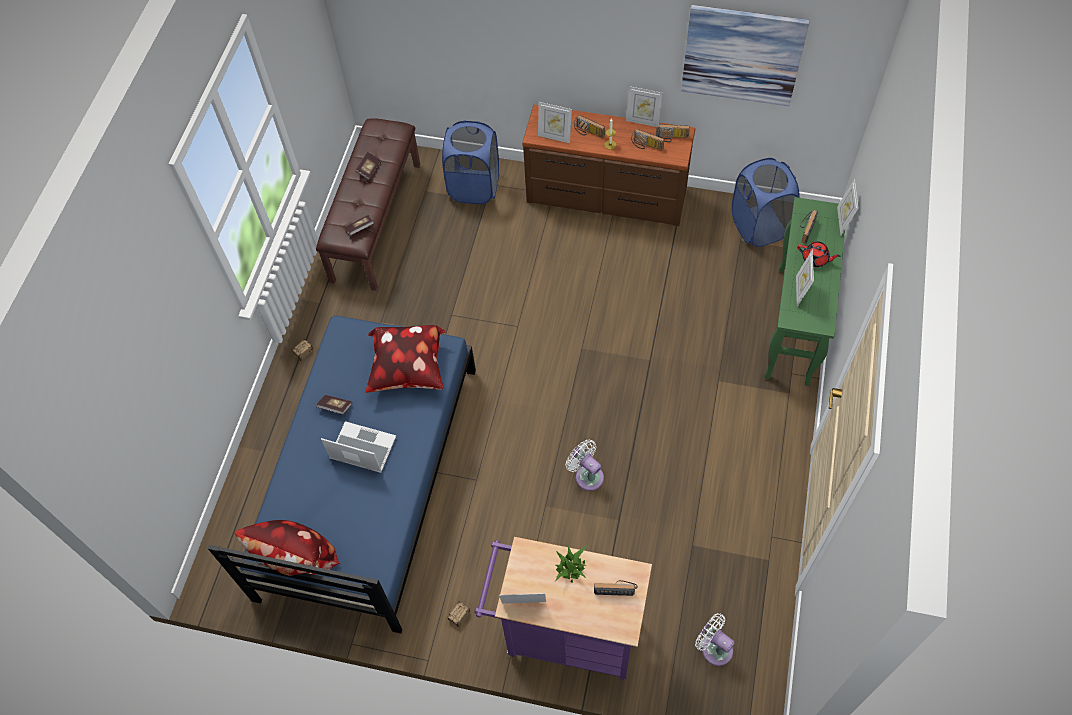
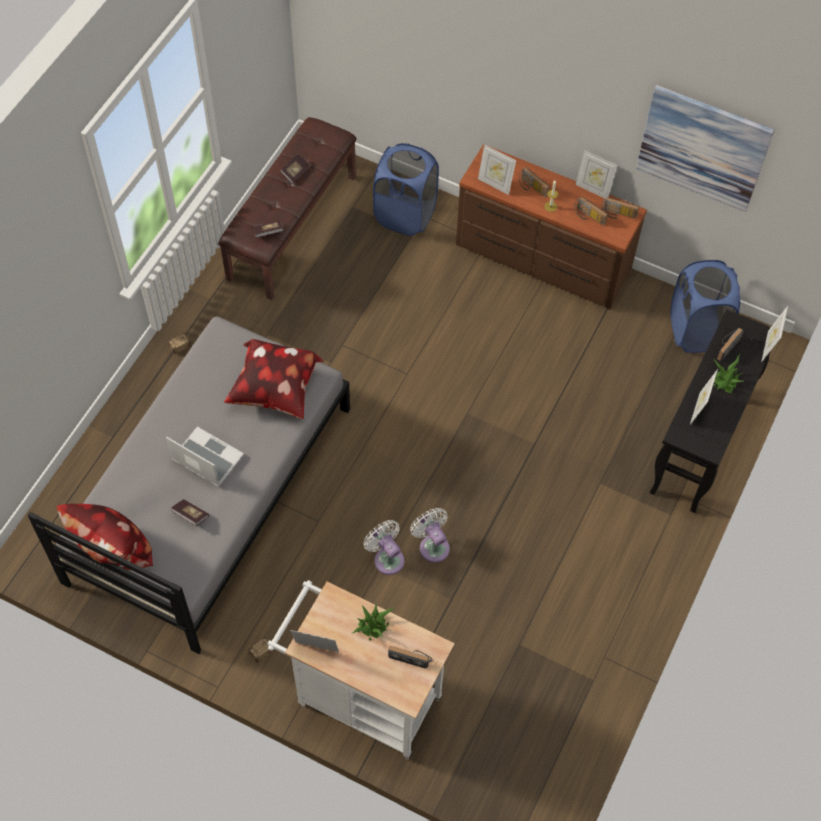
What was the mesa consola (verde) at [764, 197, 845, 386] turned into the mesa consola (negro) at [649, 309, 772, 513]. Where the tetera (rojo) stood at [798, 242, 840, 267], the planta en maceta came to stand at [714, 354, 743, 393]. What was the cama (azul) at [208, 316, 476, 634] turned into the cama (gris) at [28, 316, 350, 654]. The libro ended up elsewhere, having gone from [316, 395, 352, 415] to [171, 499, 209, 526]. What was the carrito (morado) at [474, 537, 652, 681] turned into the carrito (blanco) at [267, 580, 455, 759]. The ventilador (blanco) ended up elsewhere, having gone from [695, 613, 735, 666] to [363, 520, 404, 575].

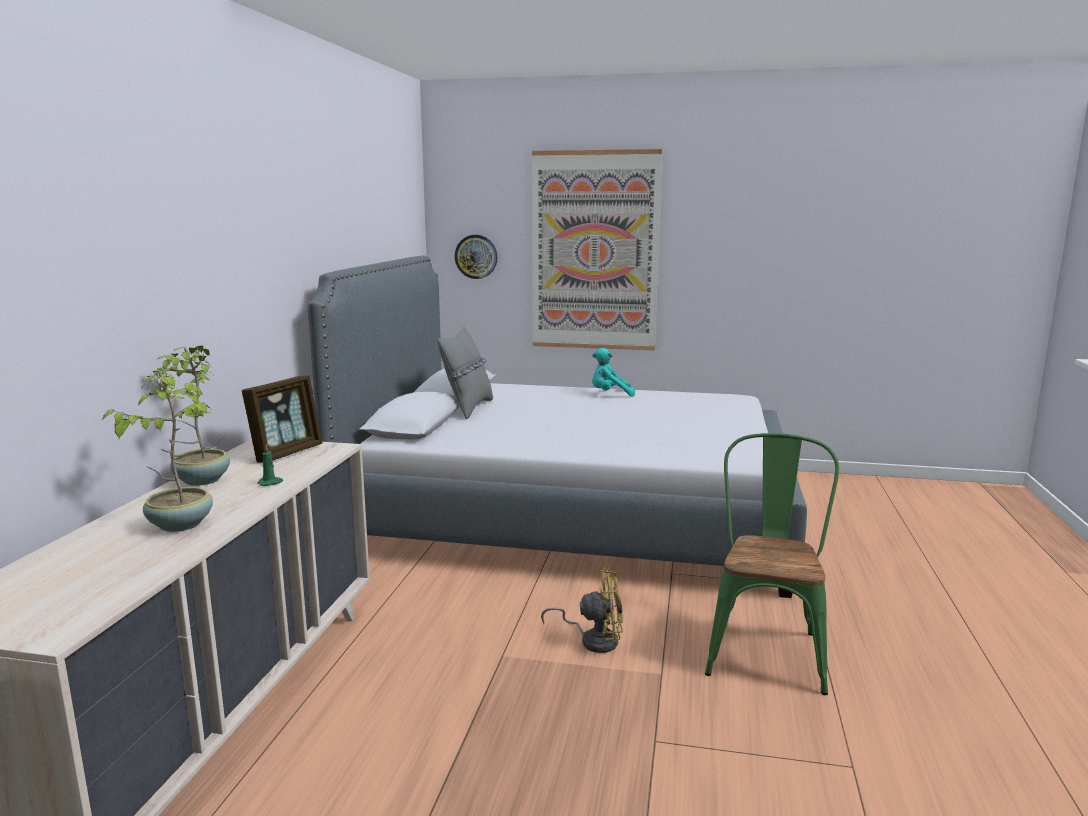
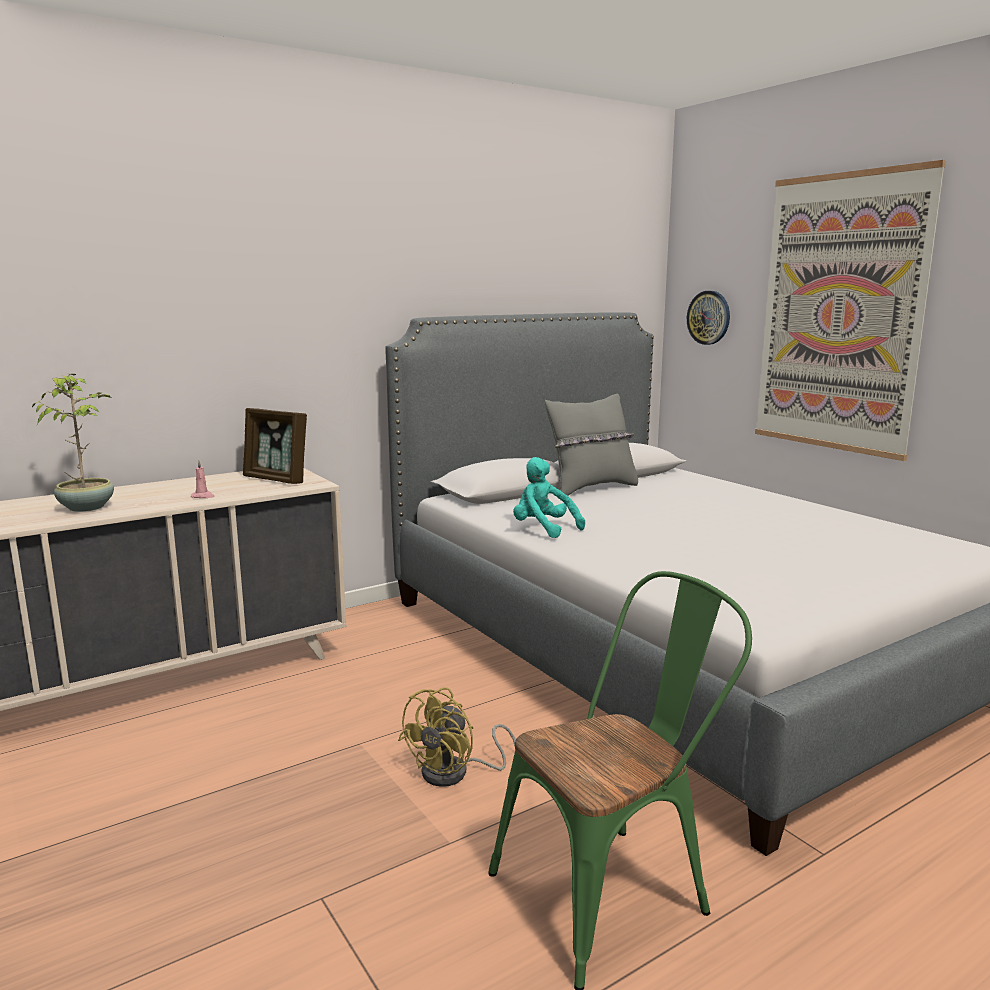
The second view lost the planta en maceta at [154, 345, 230, 486]. The peluche (turquesa) ended up elsewhere, having gone from [592, 348, 635, 397] to [513, 457, 585, 538]. The portarretratos at [242, 375, 323, 463] ended up facing another way, 45 degrees clockwise from before. What was the vela (verde) at [257, 444, 283, 486] turned into the vela (rosa) at [191, 461, 215, 498]. The ventilador (amarillo) at [541, 570, 623, 653] ended up facing another way, 75 degrees clockwise from before.

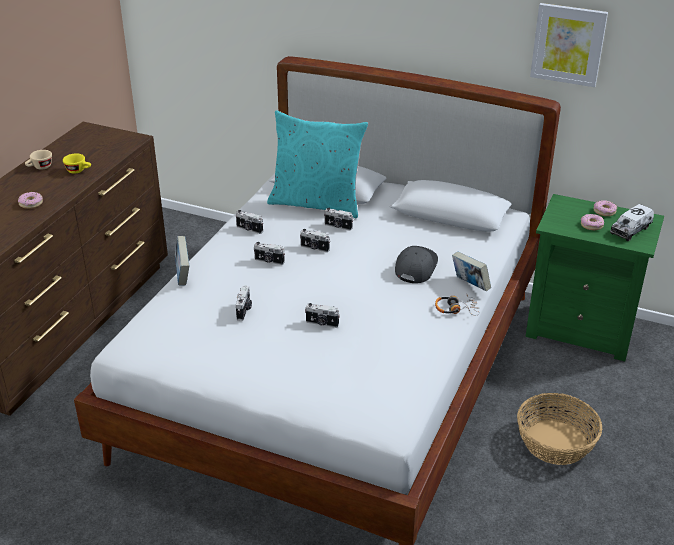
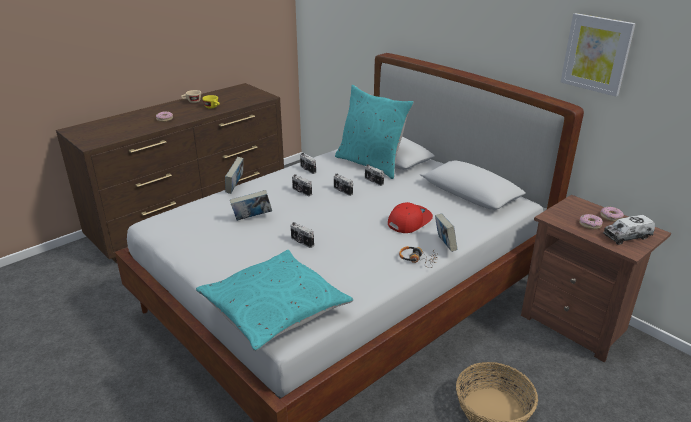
What was the mesita de noche (verde) at [525, 194, 664, 361] turned into the mesita de noche (marrón) at [521, 195, 671, 362]. What was the gorra (gris) at [395, 246, 438, 283] turned into the gorra (rojo) at [388, 202, 433, 233]. Where the cámara stood at [236, 285, 252, 321], the libro came to stand at [230, 190, 272, 220]. The second view gained the cojín (turquesa) at [196, 250, 353, 351].

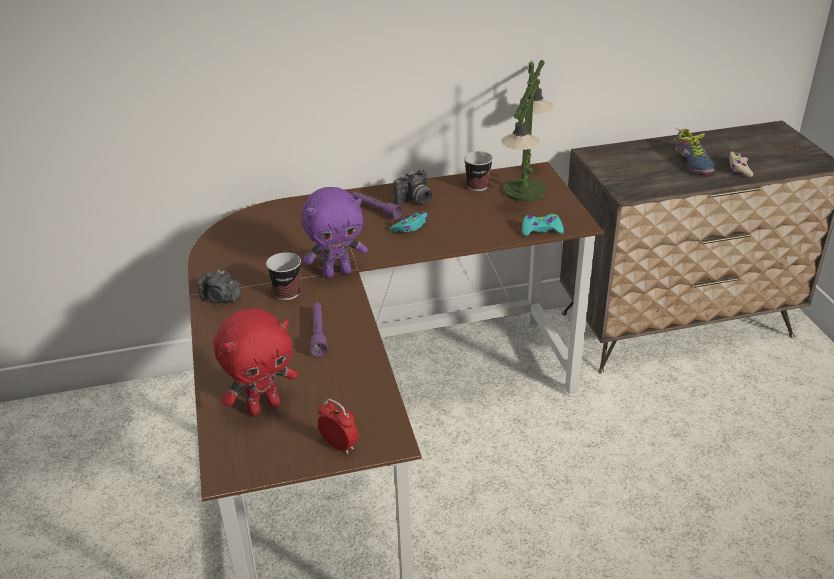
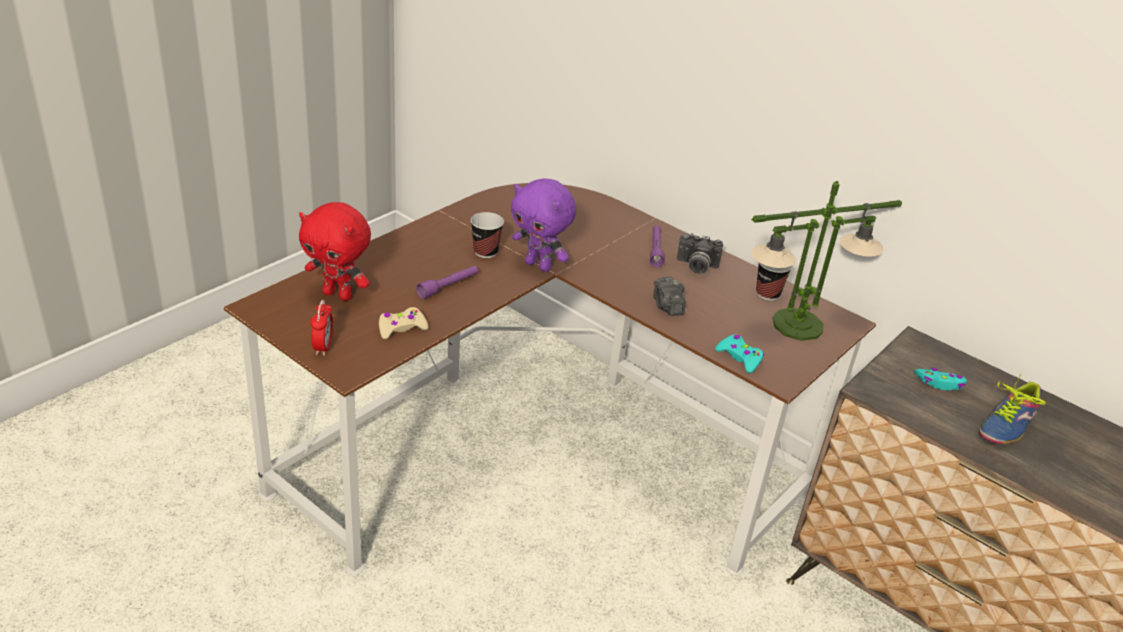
The mando de consola (beis) ended up elsewhere, having gone from [729, 152, 753, 177] to [379, 307, 428, 339]. The mando de consola (turquesa) ended up elsewhere, having gone from [390, 212, 429, 232] to [914, 367, 967, 390]. The cámara ended up elsewhere, having gone from [197, 270, 242, 303] to [654, 277, 686, 316].

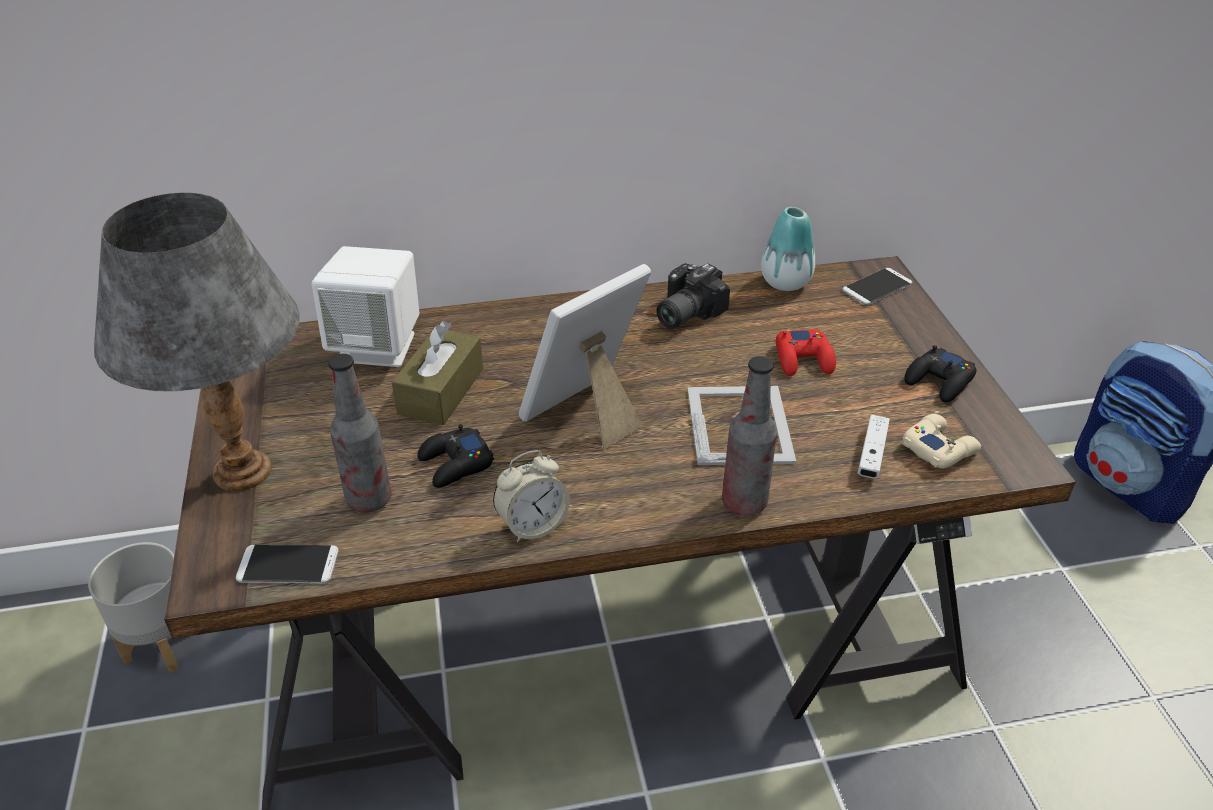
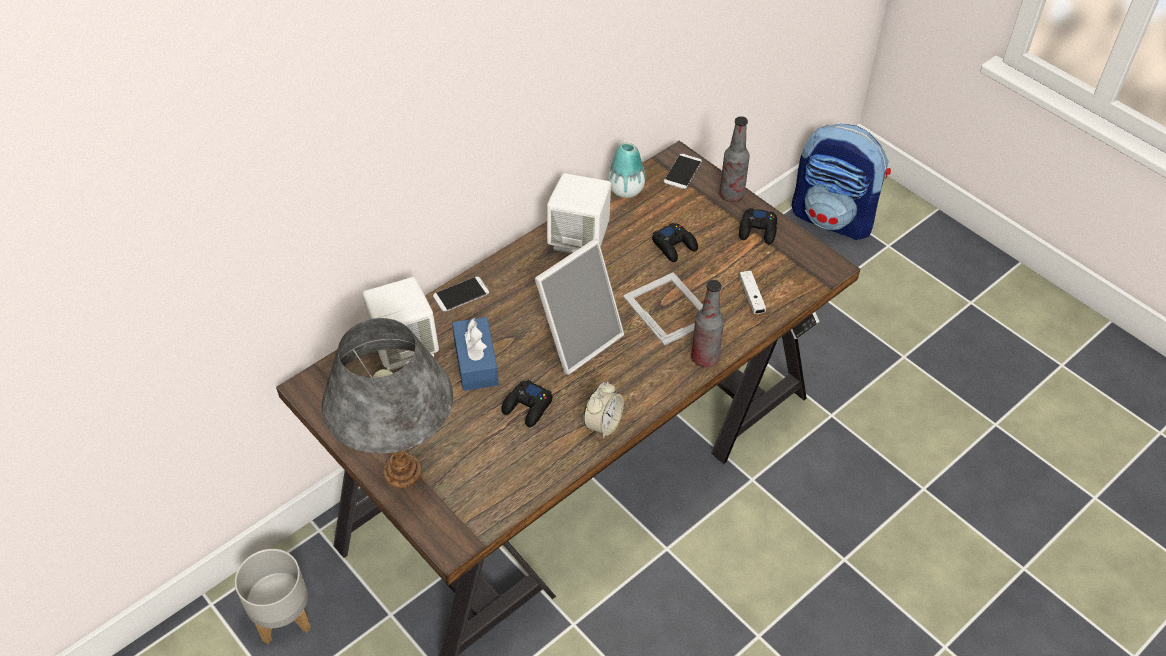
Where the cámara stood at [656, 263, 730, 329], the altavoz (blanco) came to stand at [547, 173, 611, 254]. The portarretratos at [519, 264, 651, 450] ended up facing another way, 150 degrees counterclockwise from before. What was the caja de pañuelos (marrón) at [392, 321, 483, 425] turned into the caja de pañuelos (azul) at [452, 317, 499, 391]. What was the mando de consola (rojo) at [776, 329, 836, 376] turned into the mando de consola (negro) at [652, 223, 698, 262]. The botella ended up elsewhere, having gone from [328, 353, 391, 513] to [719, 116, 750, 202]. The second view lost the mando de consola (beis) at [903, 414, 981, 469]. The móvil ended up elsewhere, having gone from [236, 545, 339, 583] to [433, 277, 489, 312].

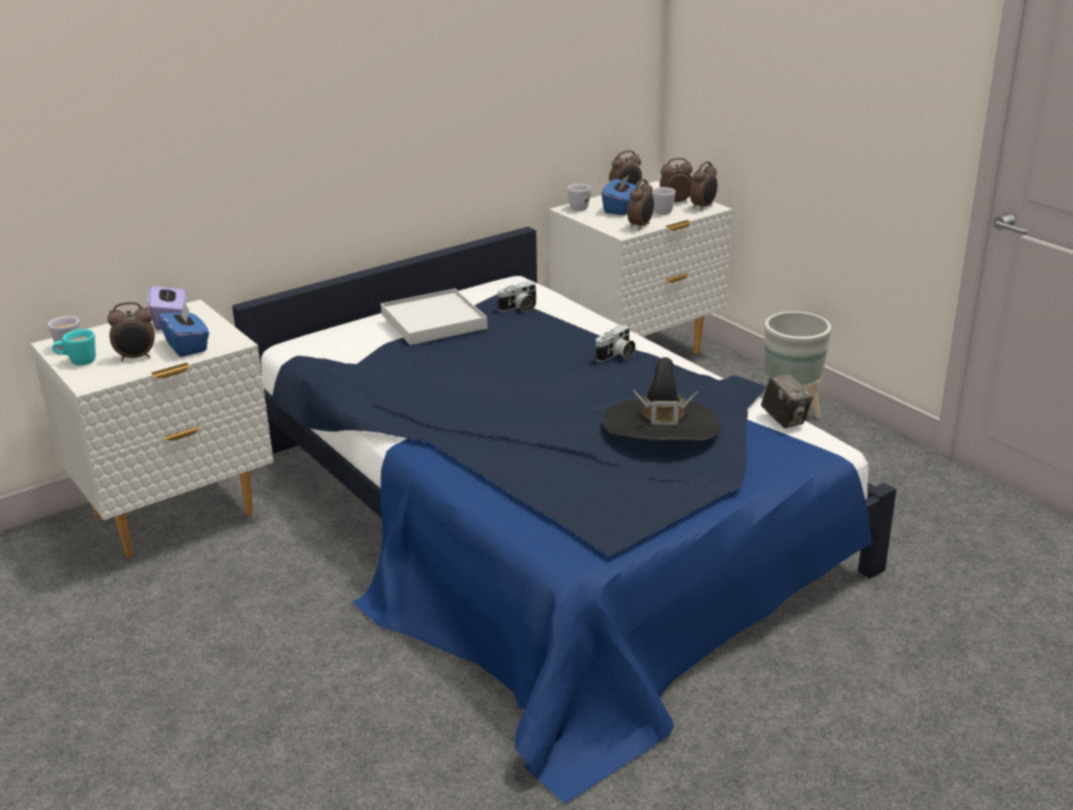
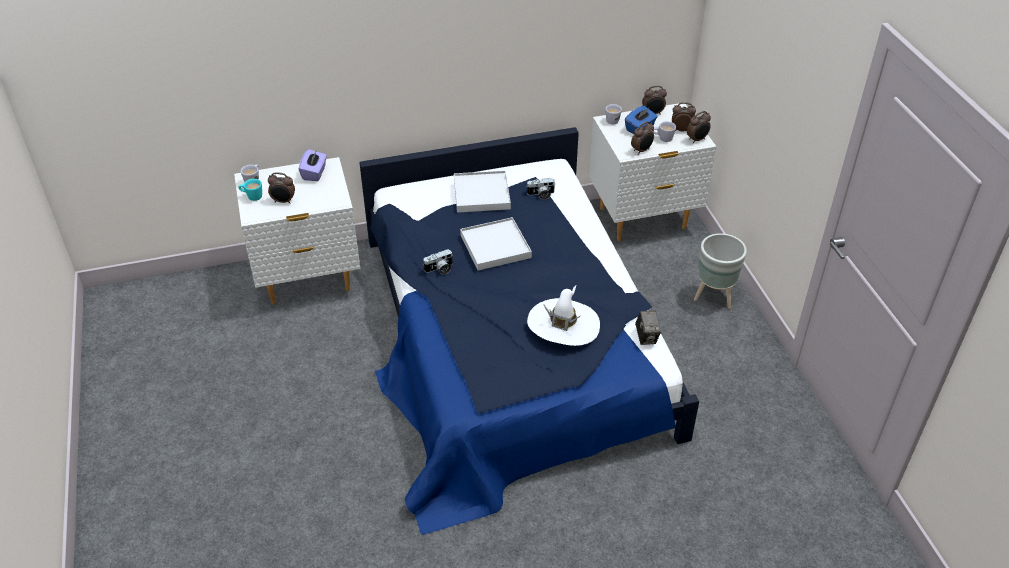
The second view lost the caja de pañuelos (azul) at [158, 303, 209, 357]. The cámara ended up elsewhere, having gone from [596, 325, 636, 362] to [423, 249, 453, 275]. What was the sombrero (negro) at [603, 357, 720, 441] turned into the sombrero (blanco) at [527, 284, 600, 346]. The second view gained the bandeja (blanco) at [460, 217, 532, 271].

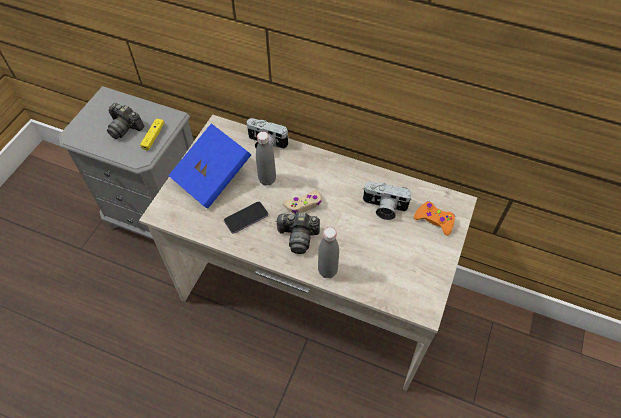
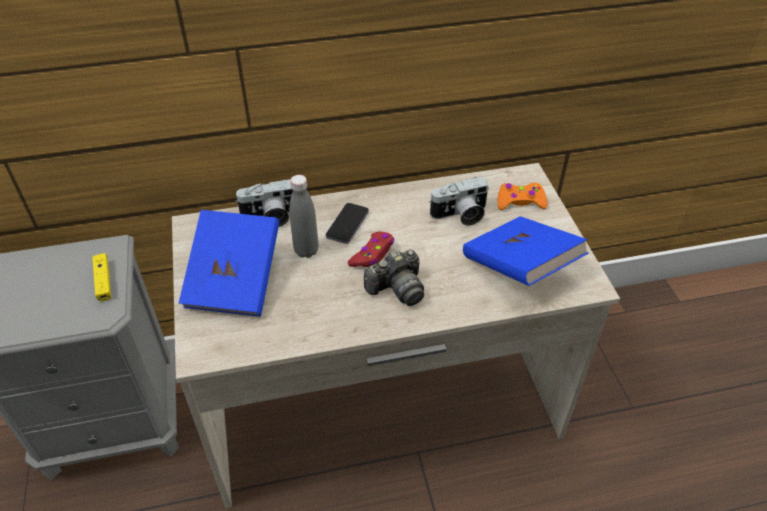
The second view lost the cámara at [107, 103, 144, 139]. What was the mando de consola (beis) at [283, 190, 321, 214] turned into the mando de consola (rojo) at [347, 232, 394, 267]. The móvil ended up elsewhere, having gone from [224, 202, 268, 234] to [326, 203, 369, 244]. The second view lost the botella (gris) at [318, 227, 339, 278]. The second view gained the libro (azul) at [463, 216, 589, 286].

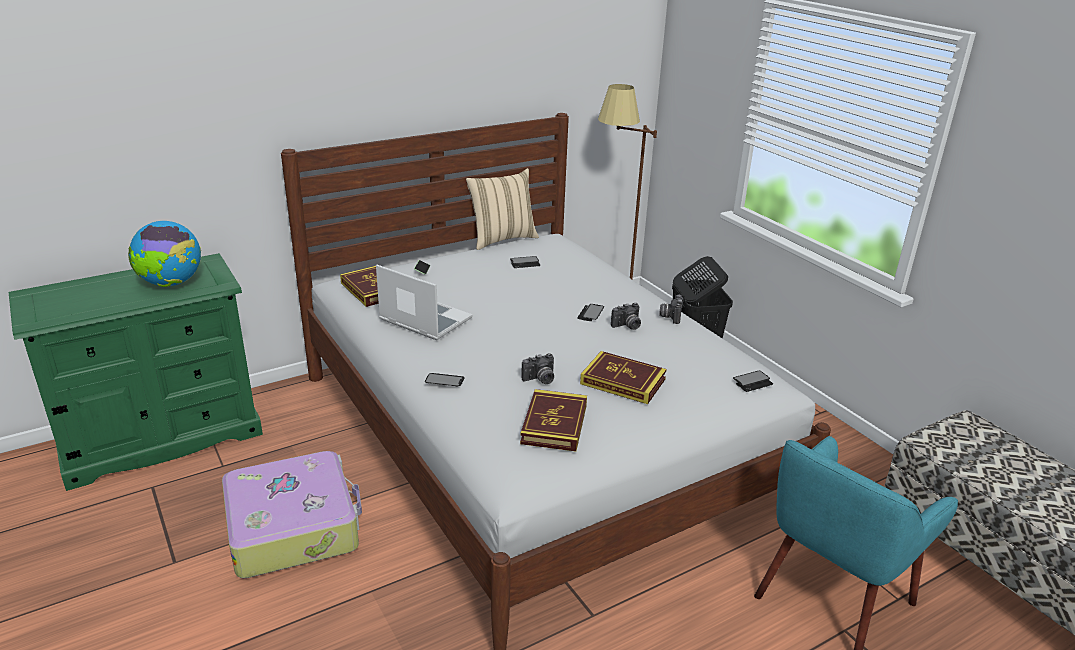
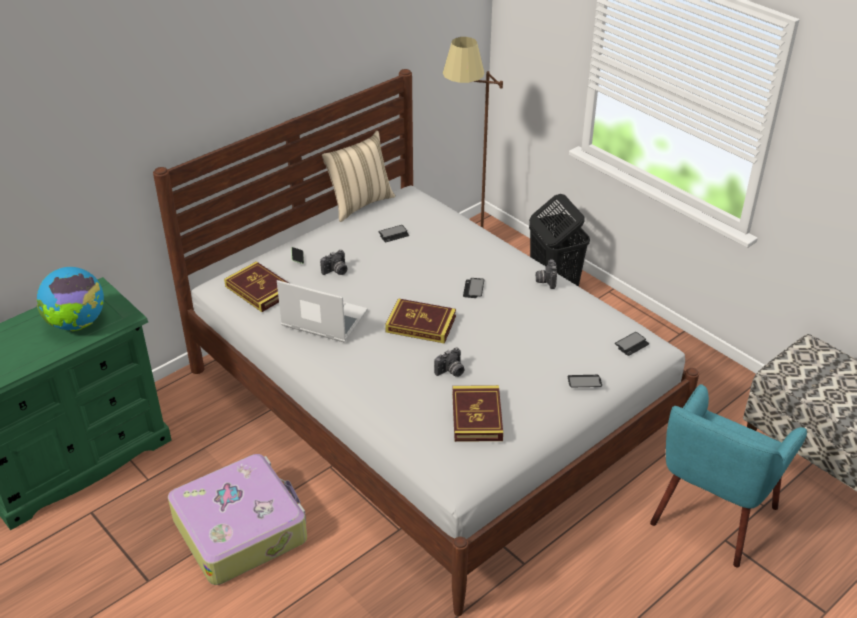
The cámara ended up elsewhere, having gone from [611, 303, 641, 330] to [320, 250, 347, 275]. The libro ended up elsewhere, having gone from [580, 351, 667, 404] to [385, 298, 456, 344]. The móvil ended up elsewhere, having gone from [425, 373, 465, 386] to [568, 375, 602, 388].

